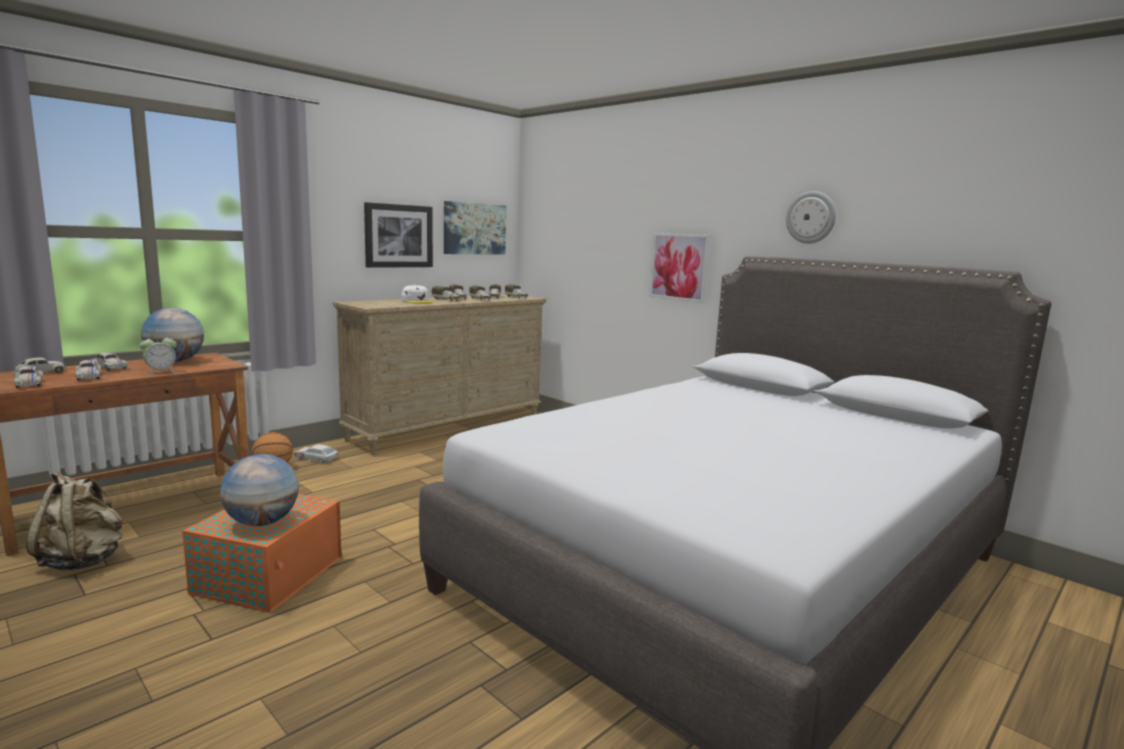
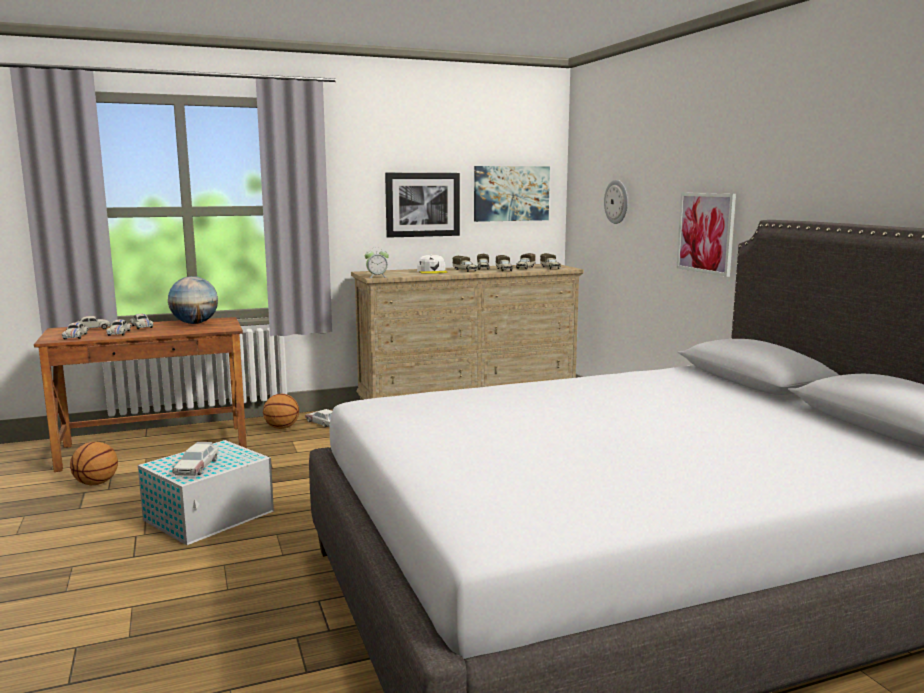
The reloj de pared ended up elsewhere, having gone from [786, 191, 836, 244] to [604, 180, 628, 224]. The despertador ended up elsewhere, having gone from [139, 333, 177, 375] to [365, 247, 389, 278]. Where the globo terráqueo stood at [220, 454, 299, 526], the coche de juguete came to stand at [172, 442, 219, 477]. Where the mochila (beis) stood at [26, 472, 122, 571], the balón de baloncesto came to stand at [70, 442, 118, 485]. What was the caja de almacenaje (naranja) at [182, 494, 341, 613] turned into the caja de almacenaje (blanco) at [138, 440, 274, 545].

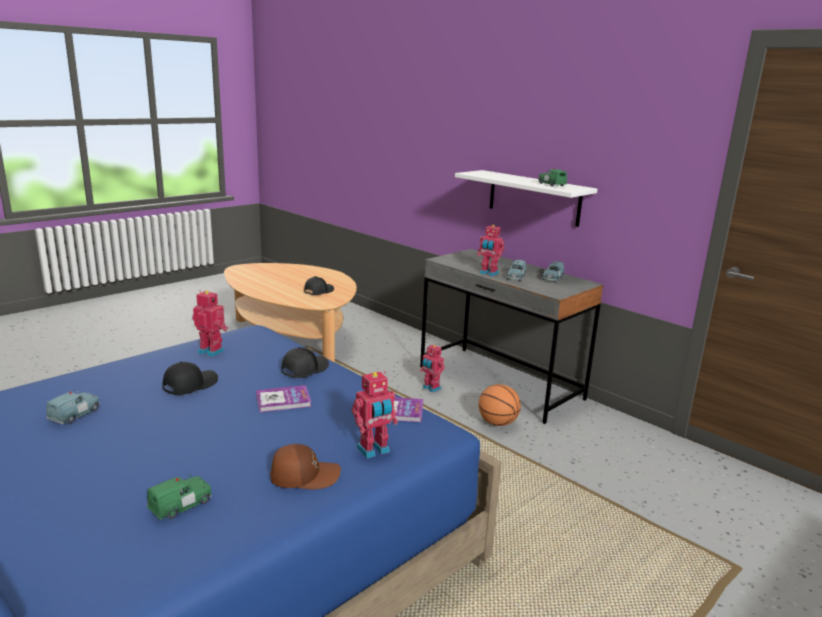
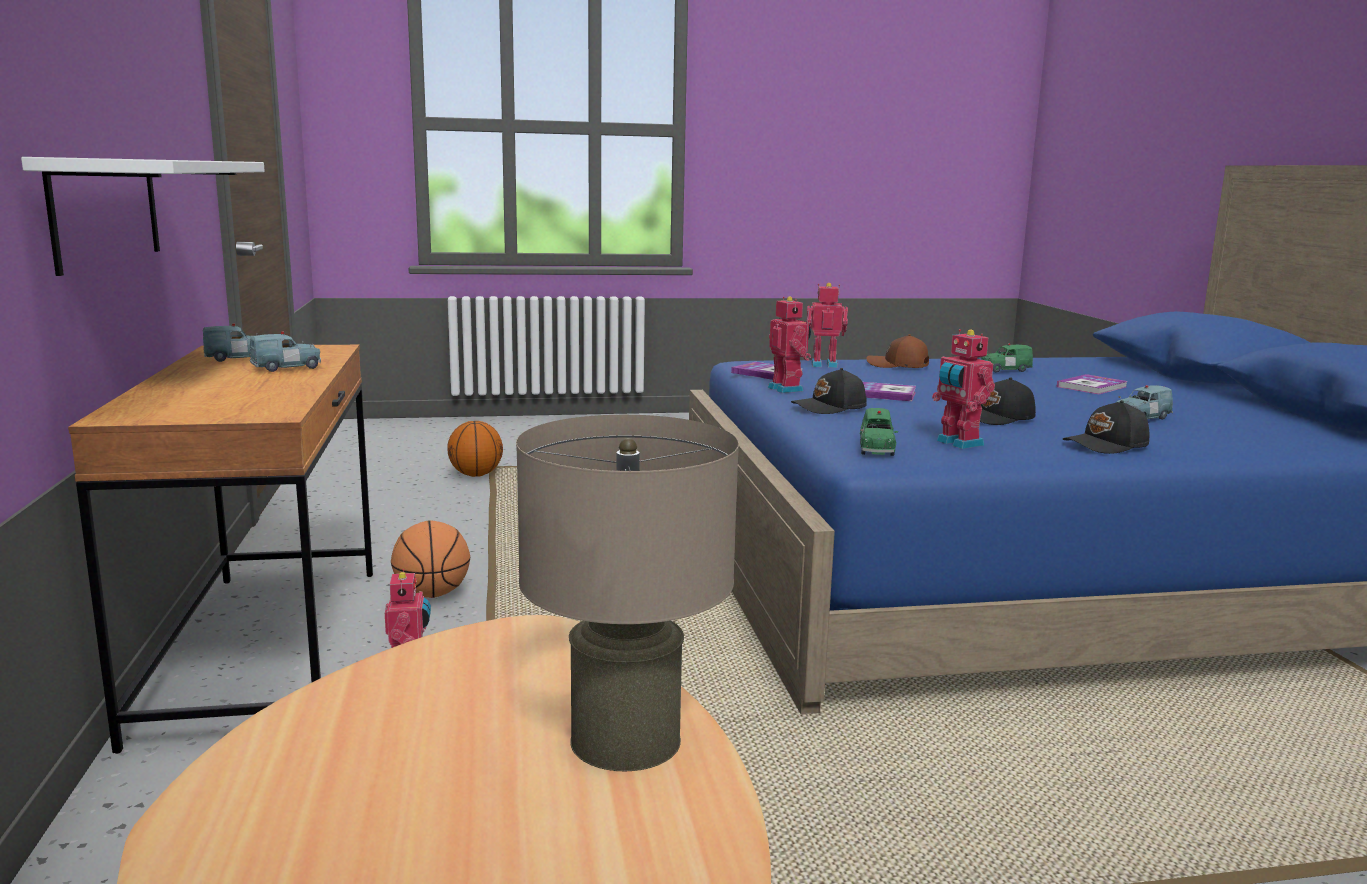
The coche de juguete (verde) ended up elsewhere, having gone from [539, 168, 567, 186] to [860, 408, 898, 456]. The robot de juguete ended up elsewhere, having gone from [477, 224, 505, 276] to [768, 296, 811, 393]. What was the escritorio (gris) at [420, 249, 604, 424] turned into the escritorio (marrón) at [68, 345, 373, 754]. The gorra (negro) ended up elsewhere, having gone from [304, 276, 334, 295] to [1063, 400, 1150, 454]. The second view gained the libro at [1057, 374, 1127, 394]. The second view gained the lámpara de mesa (beis) at [516, 415, 739, 771]. The second view gained the balón de baloncesto at [447, 421, 503, 477].

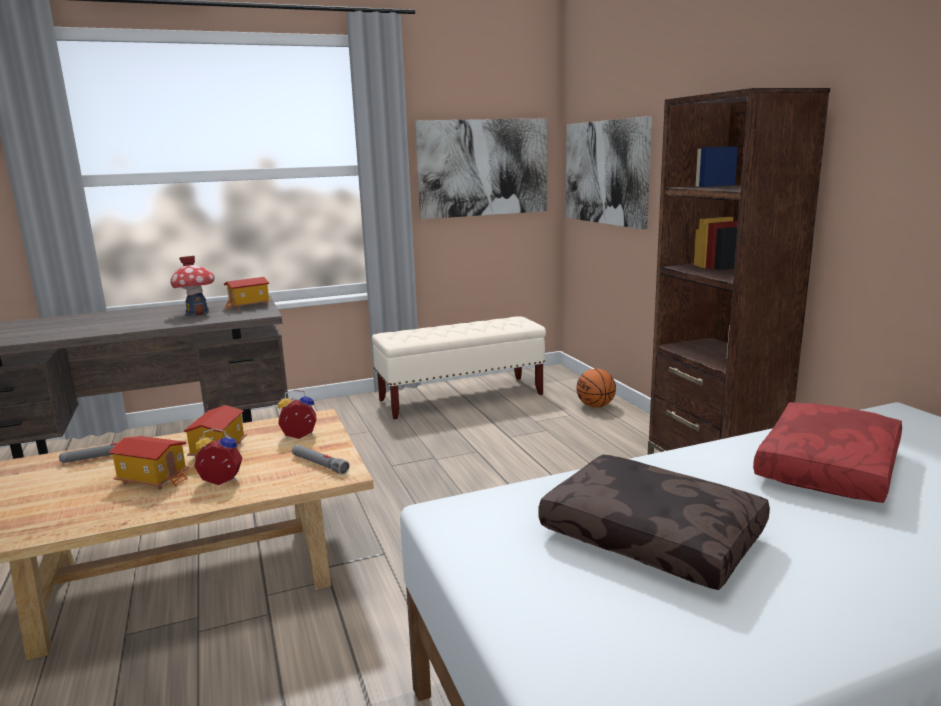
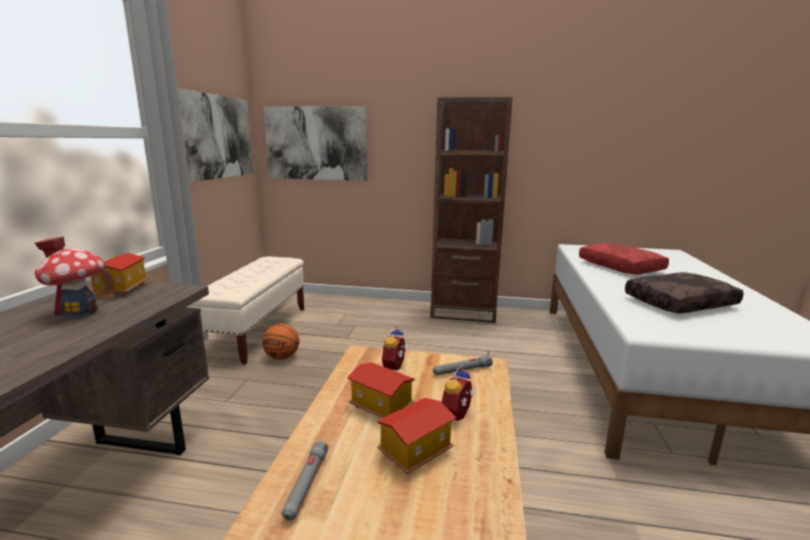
The balón de baloncesto ended up elsewhere, having gone from [576, 369, 616, 408] to [262, 324, 299, 360].

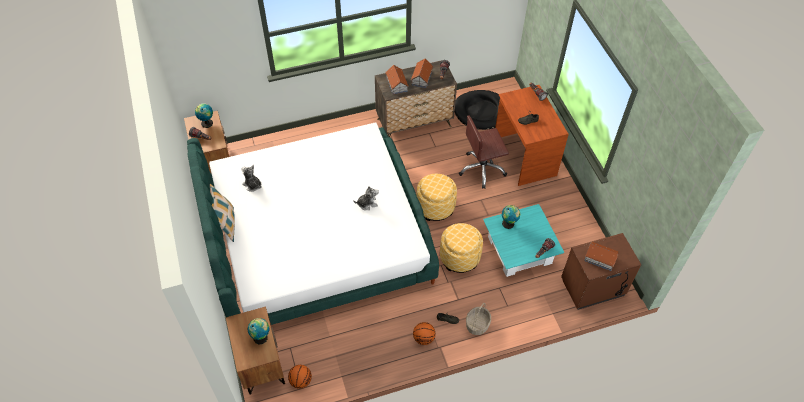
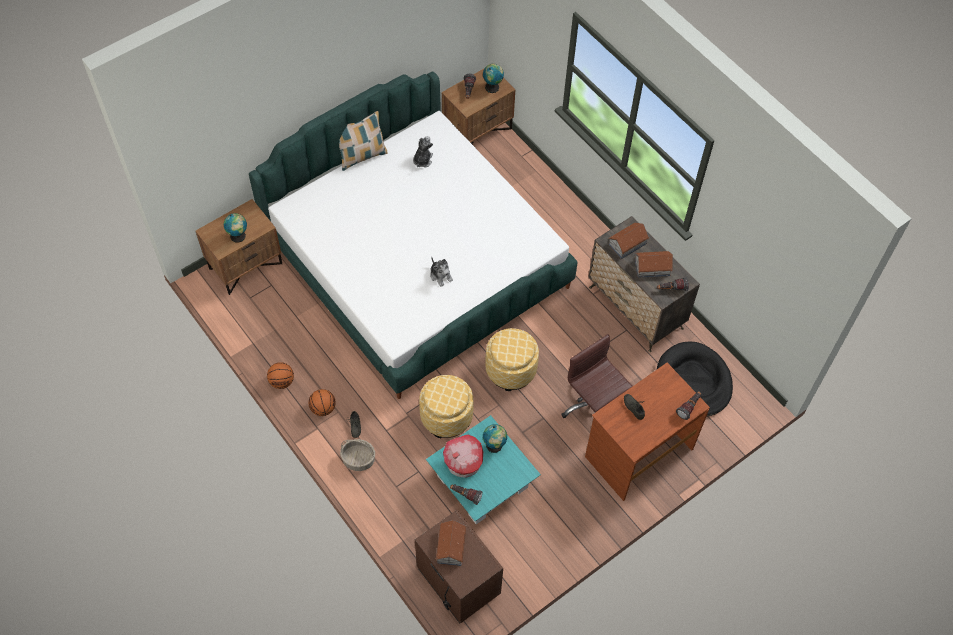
The balón de baloncesto ended up elsewhere, having gone from [288, 365, 312, 389] to [267, 362, 294, 389]. The second view gained the casita at [443, 435, 483, 478].

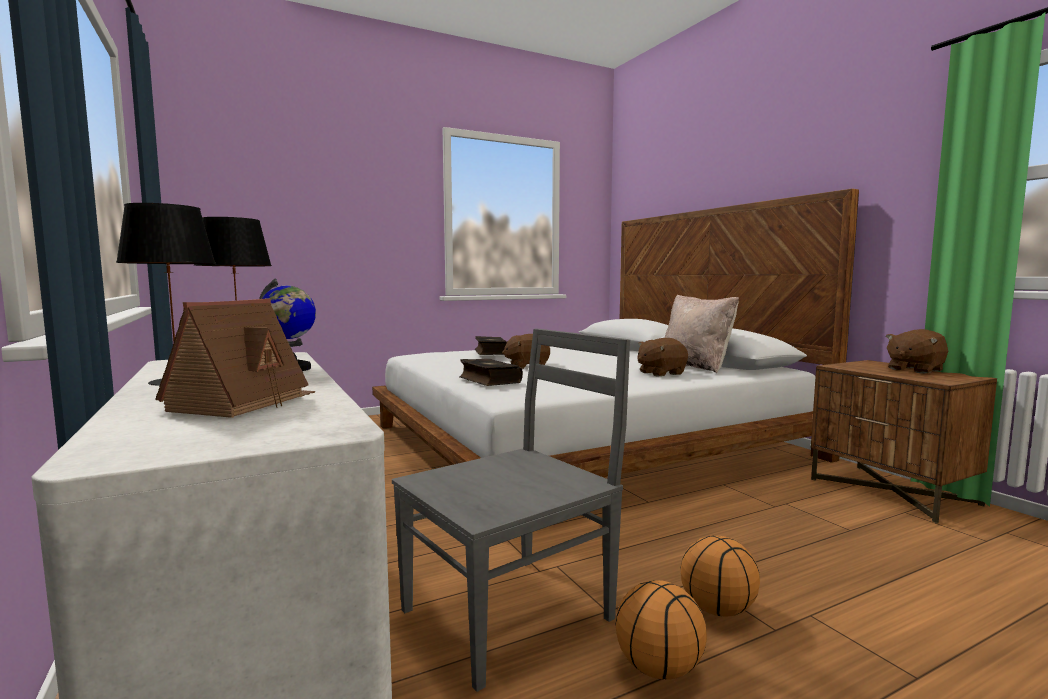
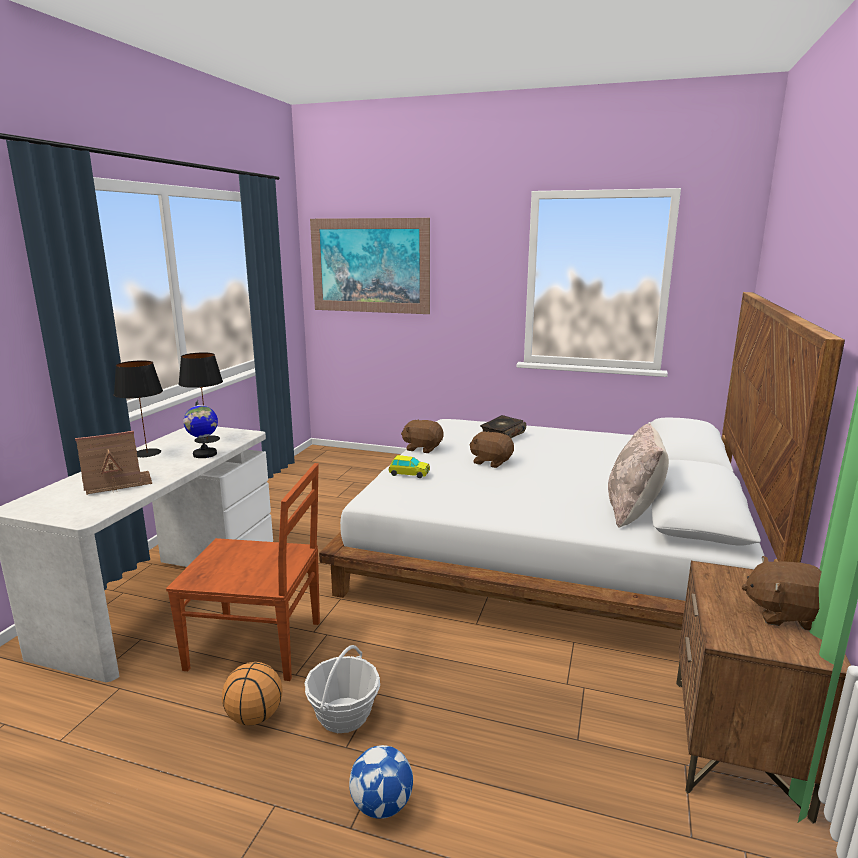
What was the silla (gris) at [392, 329, 630, 692] turned into the silla (marrón) at [166, 463, 320, 681]. The peluche (marrón) ended up elsewhere, having gone from [637, 338, 688, 377] to [401, 419, 443, 453]. Where the libro stood at [459, 359, 523, 386], the coche de juguete came to stand at [388, 455, 430, 478]. Where the balón de baloncesto stood at [681, 535, 760, 617], the cesta came to stand at [304, 645, 380, 733]. The second view gained the cuadro at [310, 218, 430, 314]. The second view gained the balón de fútbol at [349, 745, 413, 819].

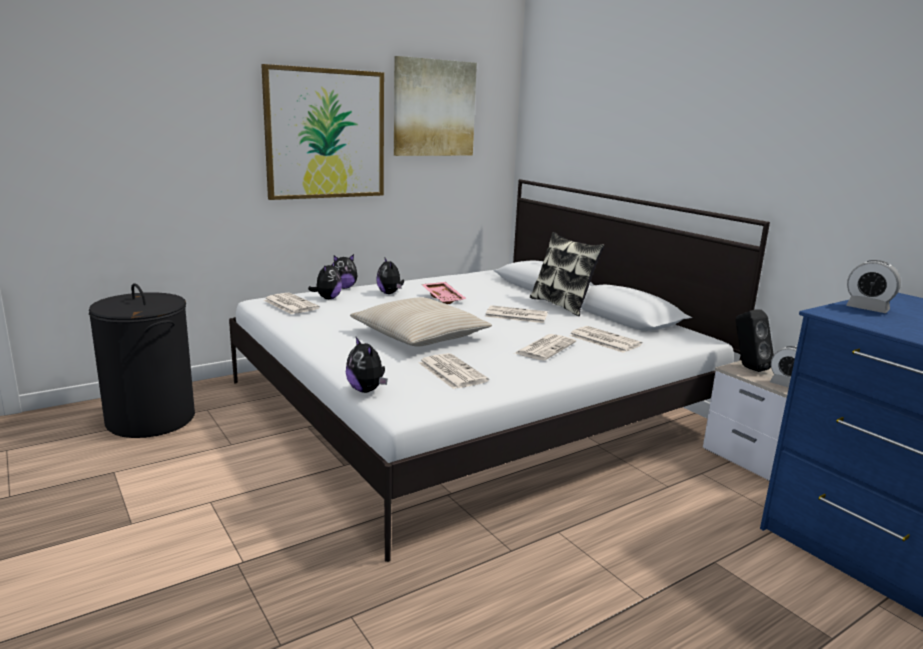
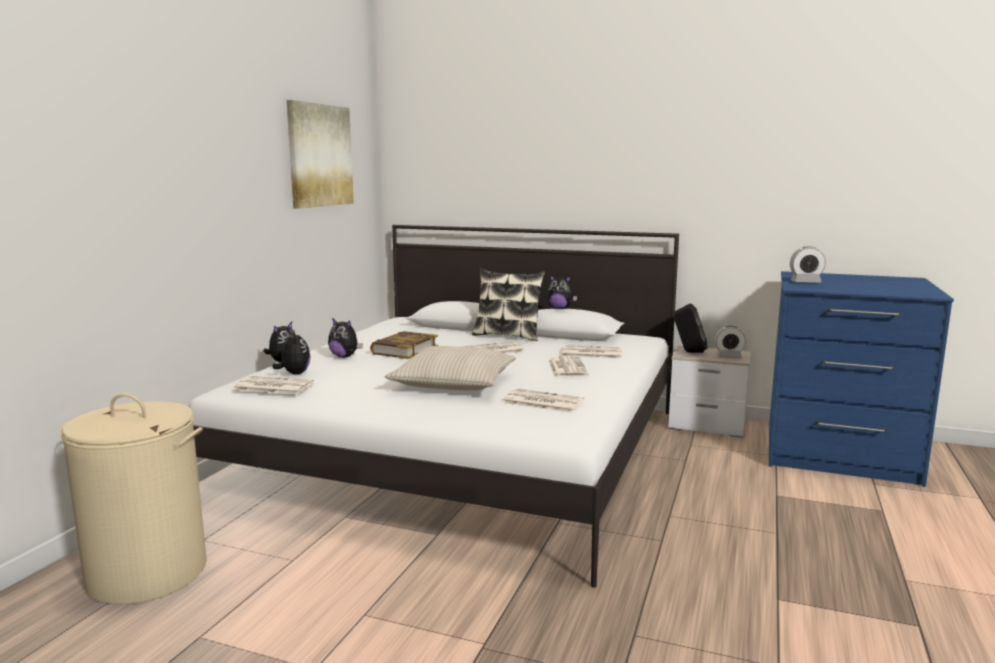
The second view lost the cuadro at [261, 64, 384, 200]. Where the bandeja (rosa) stood at [422, 282, 467, 304], the libro came to stand at [370, 331, 438, 359]. What was the cesto de la ropa (negro) at [89, 283, 195, 438] turned into the cesto de la ropa (beis) at [60, 393, 207, 605]. The peluche ended up elsewhere, having gone from [346, 337, 387, 393] to [547, 274, 577, 309].

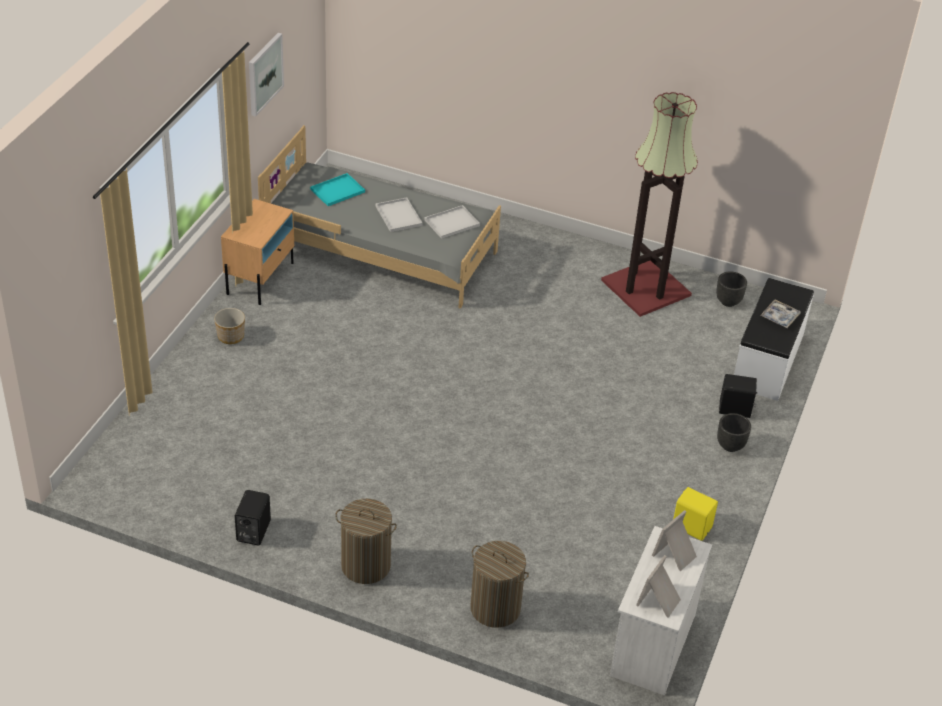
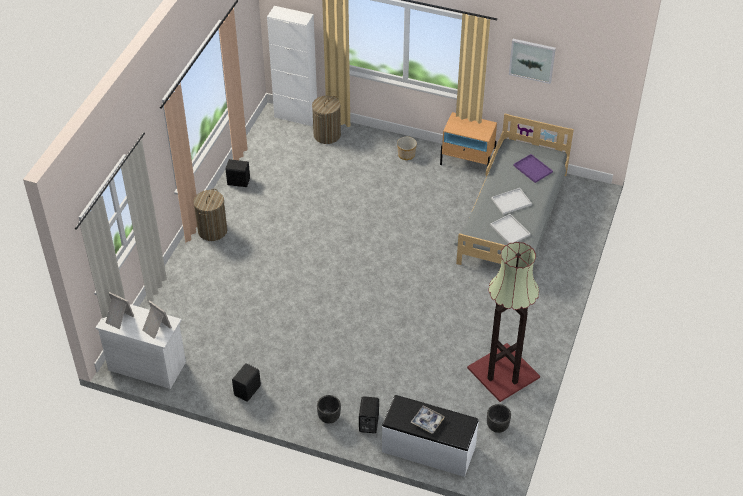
What was the bandeja (turquesa) at [310, 173, 365, 206] turned into the bandeja (morado) at [513, 154, 553, 183]. What was the altavoz (amarillo) at [673, 487, 718, 541] turned into the altavoz (negro) at [232, 363, 261, 402]. The cesto de la ropa ended up elsewhere, having gone from [471, 541, 529, 628] to [312, 96, 341, 144]. The second view gained the armario (blanco) at [267, 6, 317, 126].

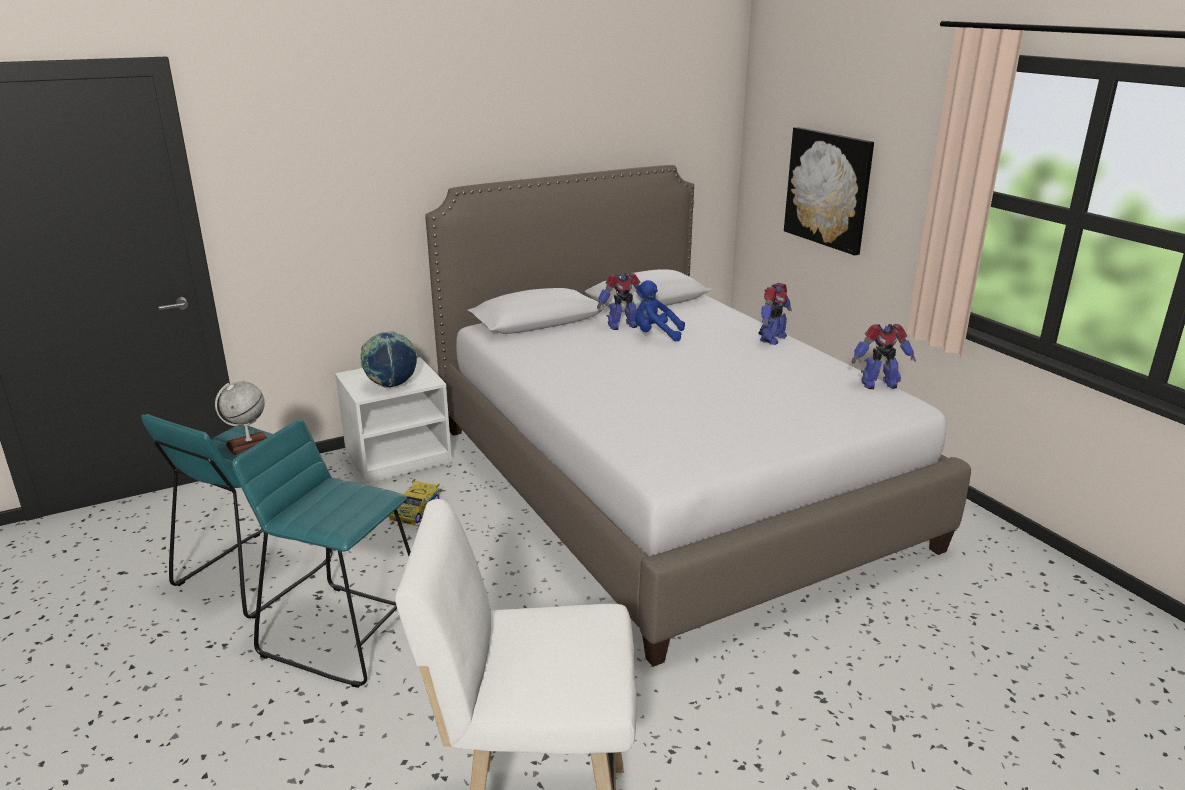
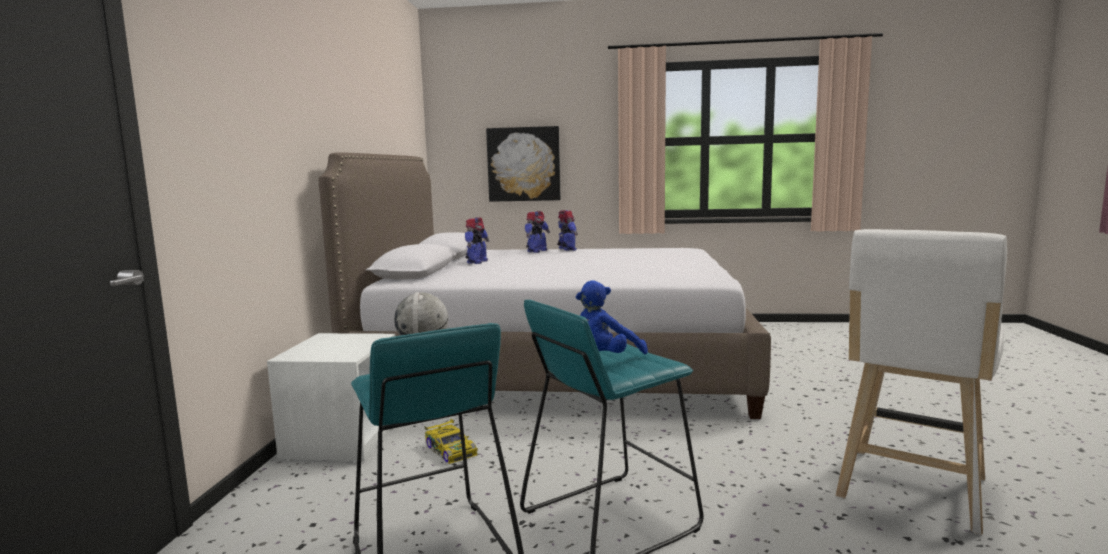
The peluche (azul) ended up elsewhere, having gone from [635, 280, 685, 341] to [576, 280, 648, 354]. The robot de juguete ended up elsewhere, having gone from [852, 324, 916, 389] to [525, 211, 550, 253]. The second view lost the globo terráqueo at [360, 331, 417, 388].

